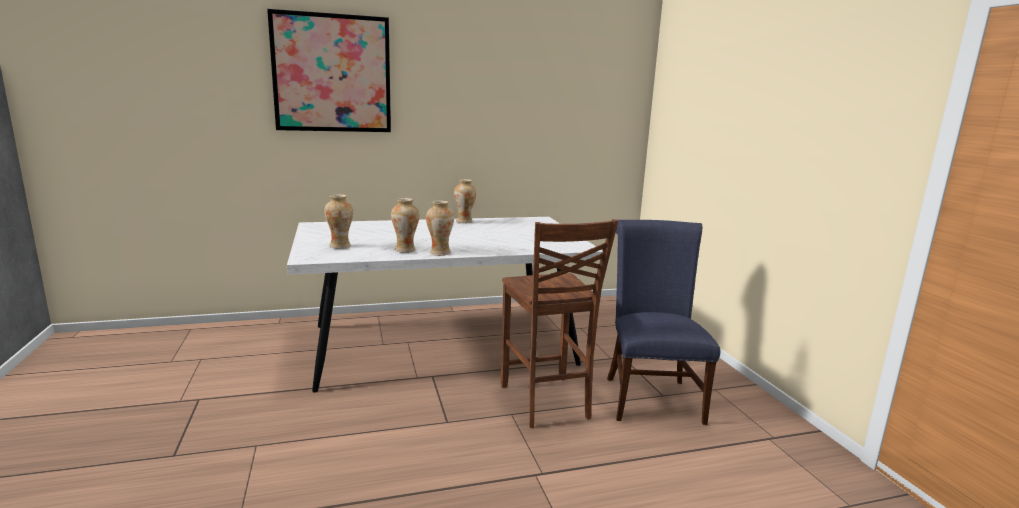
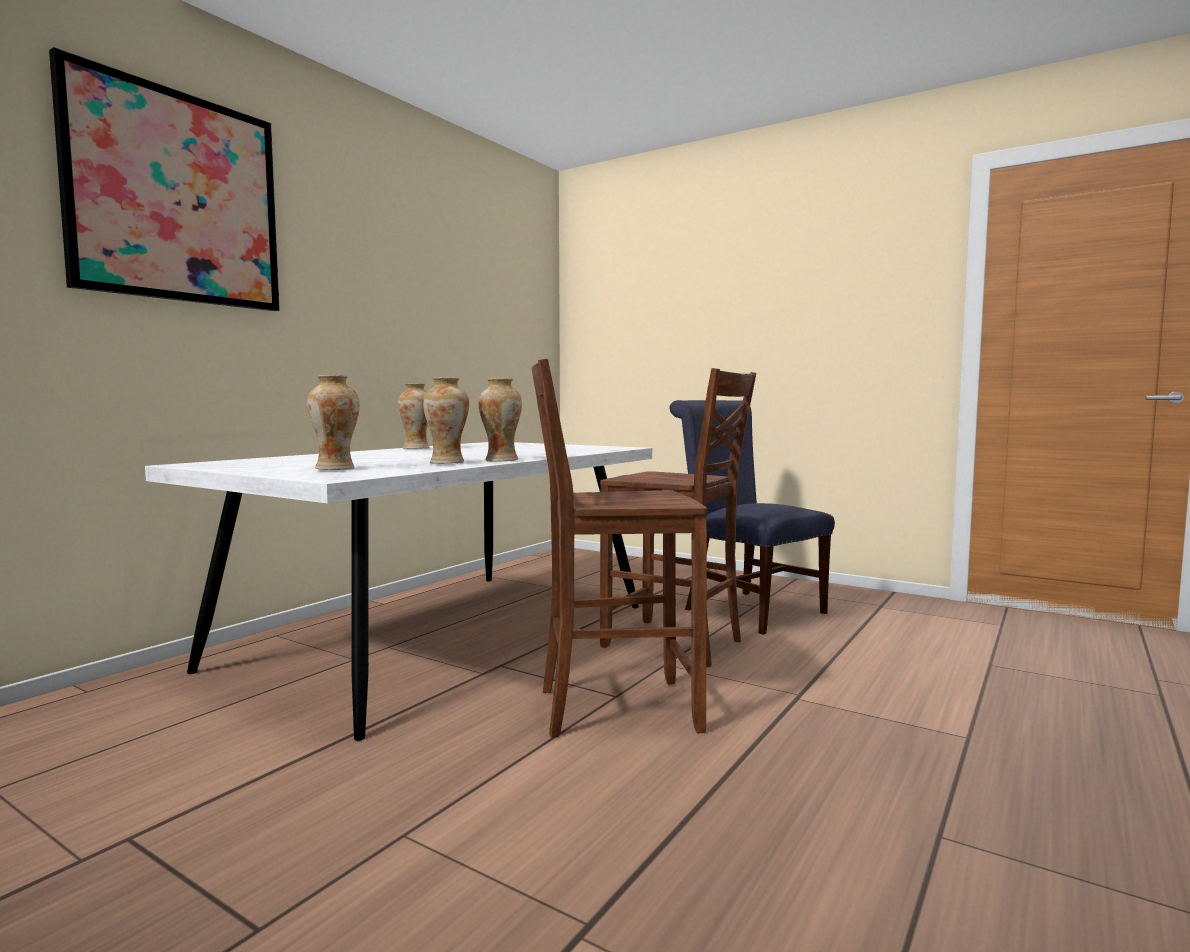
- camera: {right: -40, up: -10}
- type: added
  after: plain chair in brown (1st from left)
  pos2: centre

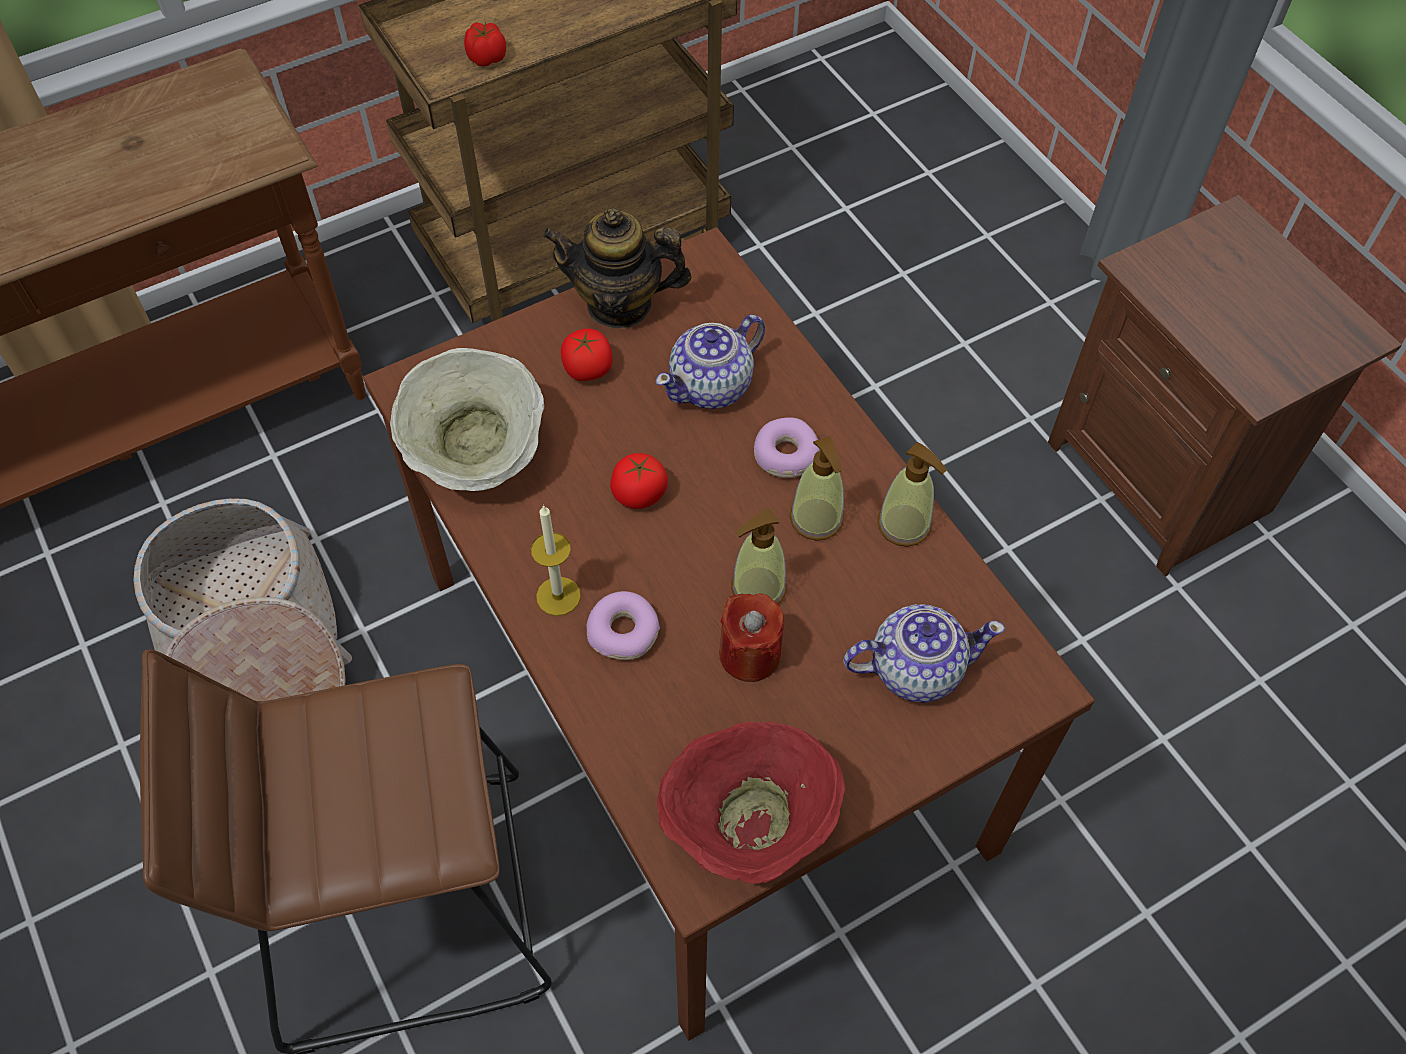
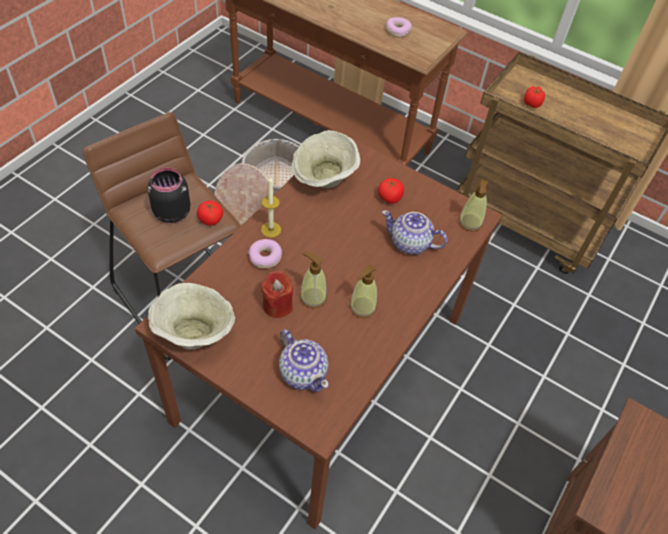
- camera: {right: 60, up: -5}
- type: removed
  before: pot for tea (1st from left)
  pos1: top centre
- type: moved
  before: fresh tomato (3rd from left in the first image)
  after: fresh tomato (1st from left)
  pos1: centre
  pos2: middle left
- type: recoloured
  before: bowl in red
  after: bowl in beige (1st from left)
  pos1: bottom centre
  pos2: middle left
- type: moved
  before: ring doughnut (2nd from left)
  pos1: centre
  pos2: top centre
- type: moved
  before: liquid soap bottle (3rd from left)
  pos1: centre
  pos2: middle right
- type: added
  after: storage jar in black
  pos2: middle left

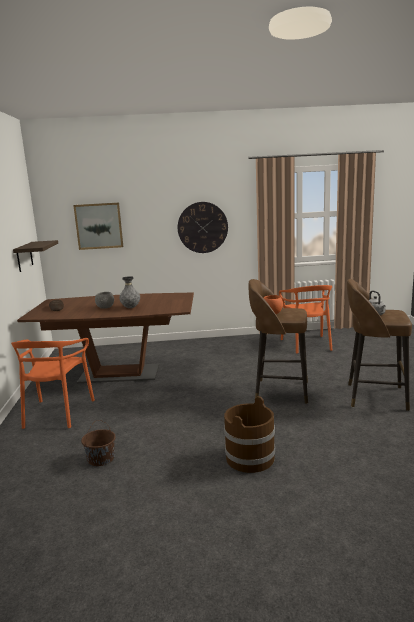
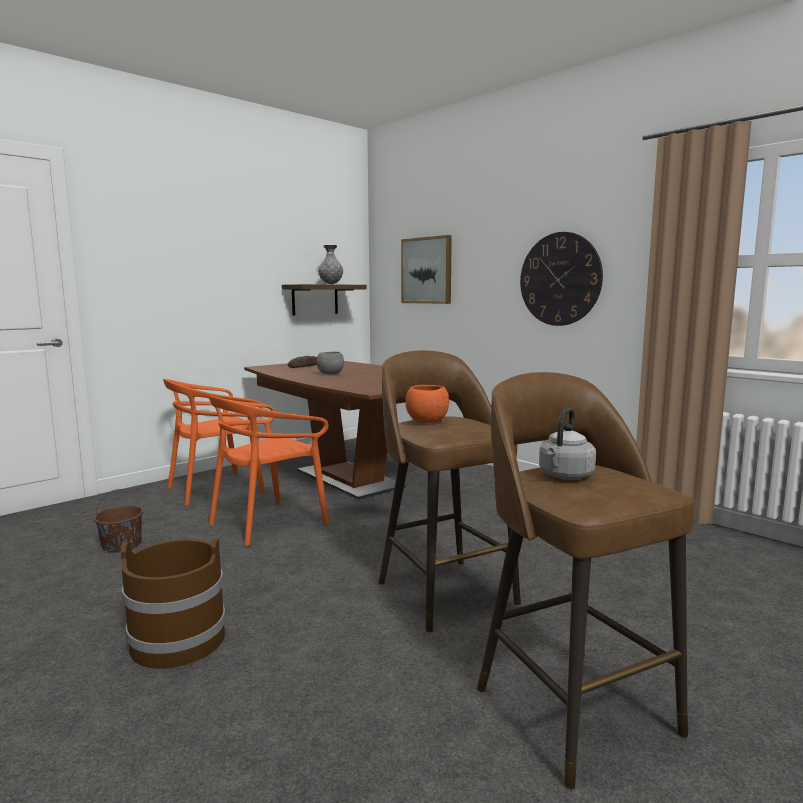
- camera: {right: 50, up: -5}
- type: moved
  before: flower vase in grey
  pos1: middle left
  pos2: top centre
- type: moved
  before: plain chair in orange (2nd from left)
  pos1: middle right
  pos2: centre

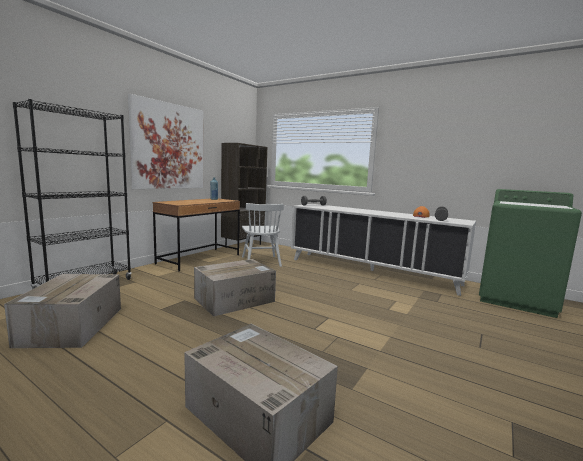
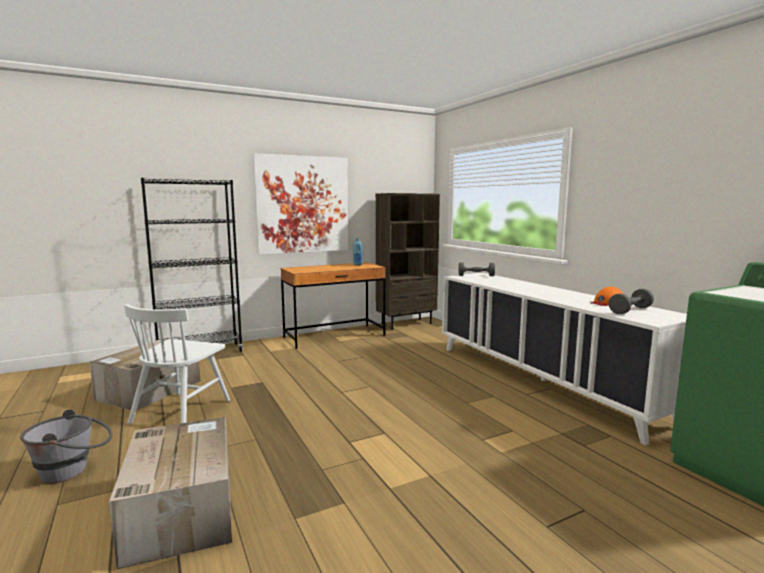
- camera: {right: 30, up: 0}
- type: removed
  before: carton (2nd from left)
  pos1: centre
- type: moved
  before: plain chair in white-coloured
  pos1: centre
  pos2: middle left
- type: added
  after: bucket in grey
  pos2: bottom left

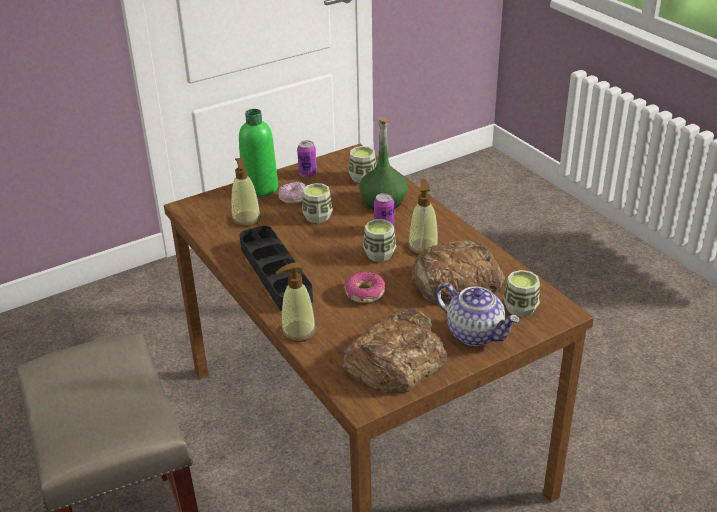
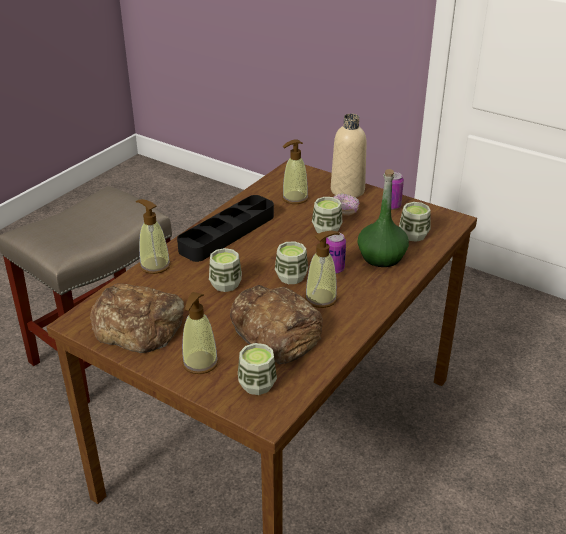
- camera: {right: 65, up: 0}
- type: recoloured
  before: bottle in green (1st from left)
  after: bottle in beige
  pos1: top centre
  pos2: top centre
- type: replaced
  before: ring doughnut (2nd from left)
  after: cup (1st from left)
  pos1: centre
  pos2: centre
- type: replaced
  before: pot for tea
  after: liquid soap bottle (2nd from left)
  pos1: middle right
  pos2: centre

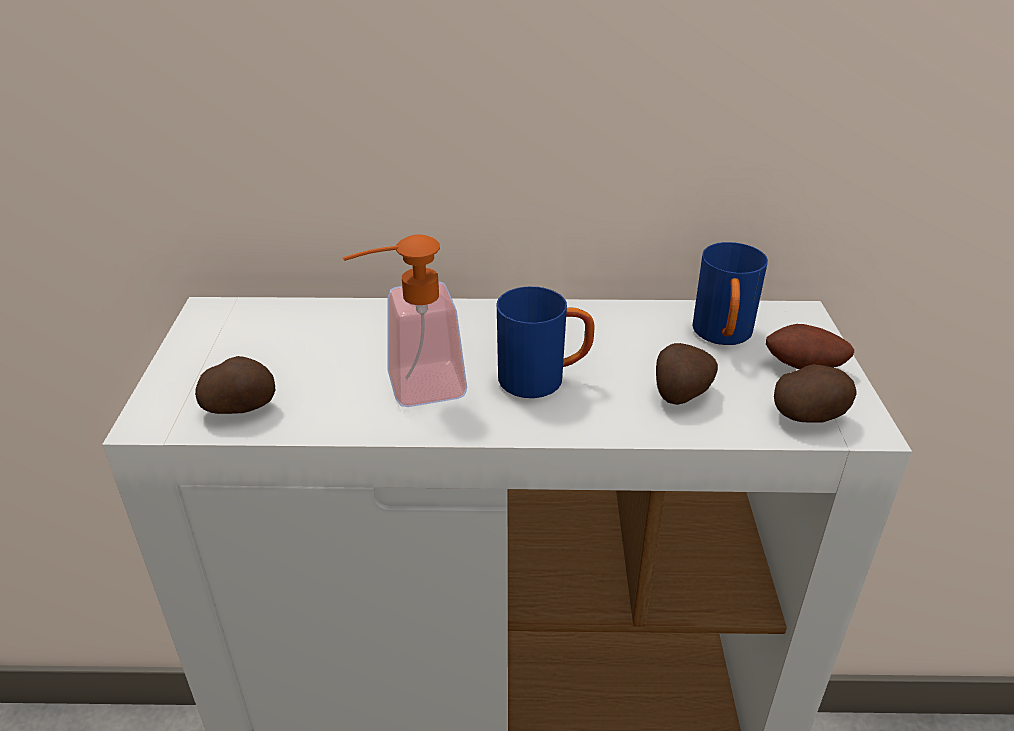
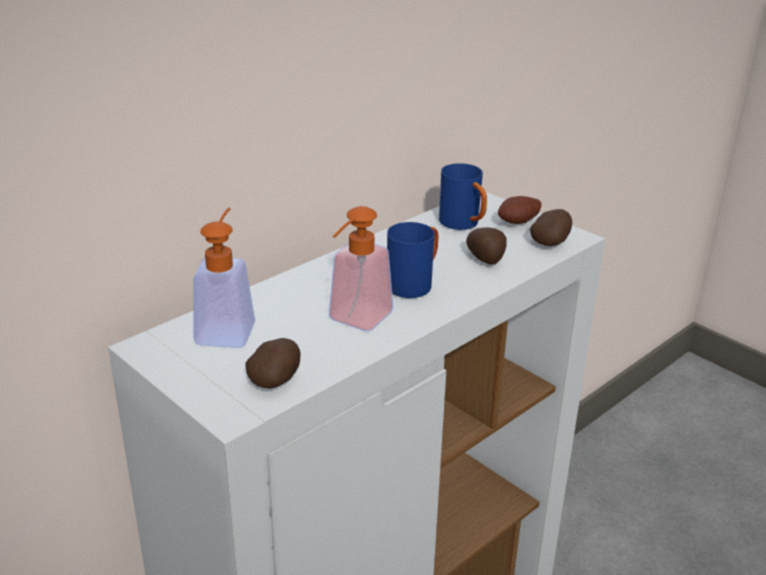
- camera: {right: -45, up: -5}
- type: added
  after: liquid soap bottle (1st from left)
  pos2: middle left

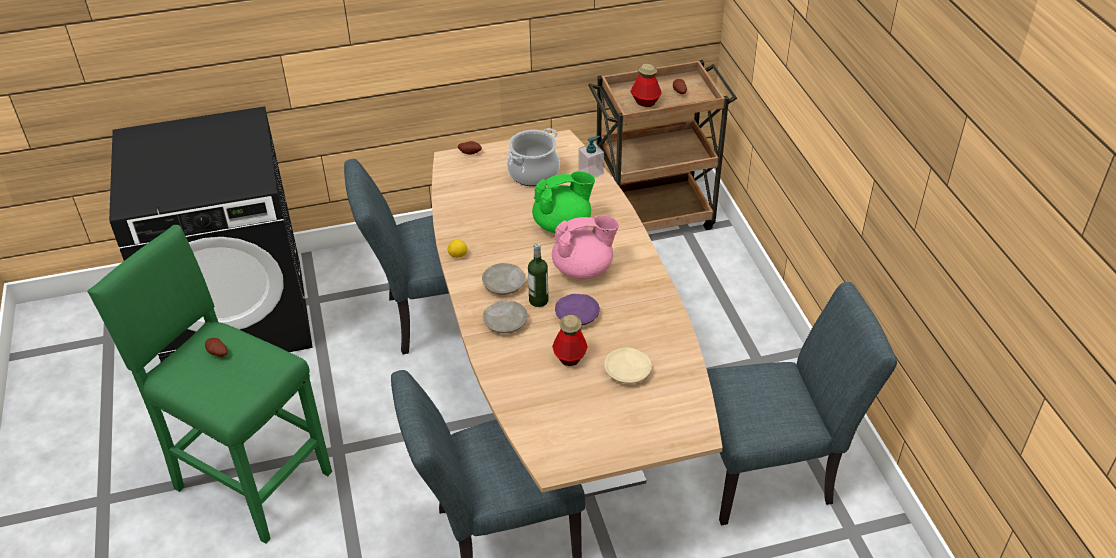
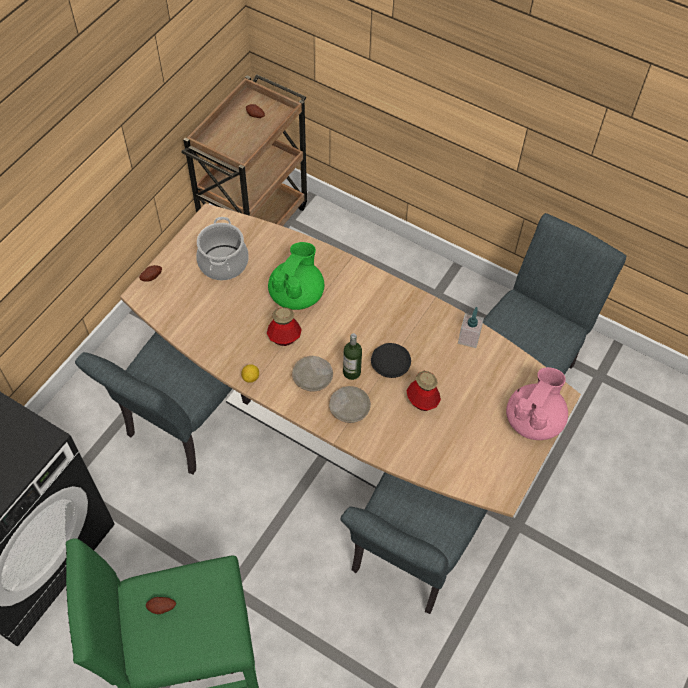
- camera: {right: -45, up: 15}
- type: moved
  before: pot for tea in pinkish
  pos1: centre
  pos2: middle right
- type: recoloured
  before: flat dish in purple
  after: flat dish in black
  pos1: centre
  pos2: centre
- type: moved
  before: liquid soap bottle
  pos1: top centre
  pos2: middle right
- type: removed
  before: flat dish in beige (3rd from left)
  pos1: centre
- type: moved
  before: bottle (3rd from left in the first image)
  after: bottle (1st from left)
  pos1: top centre
  pos2: centre

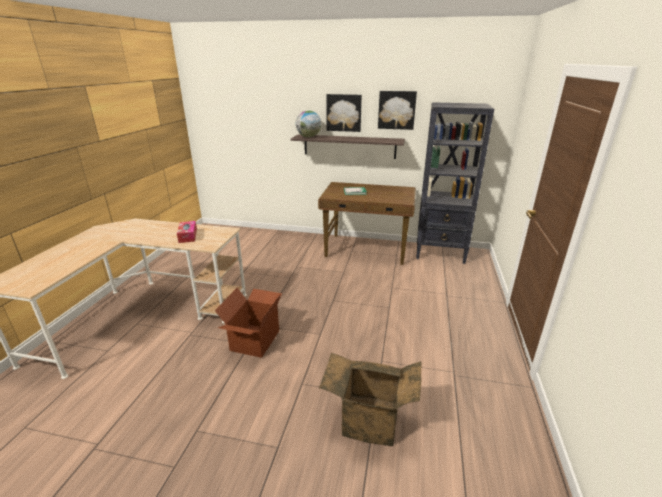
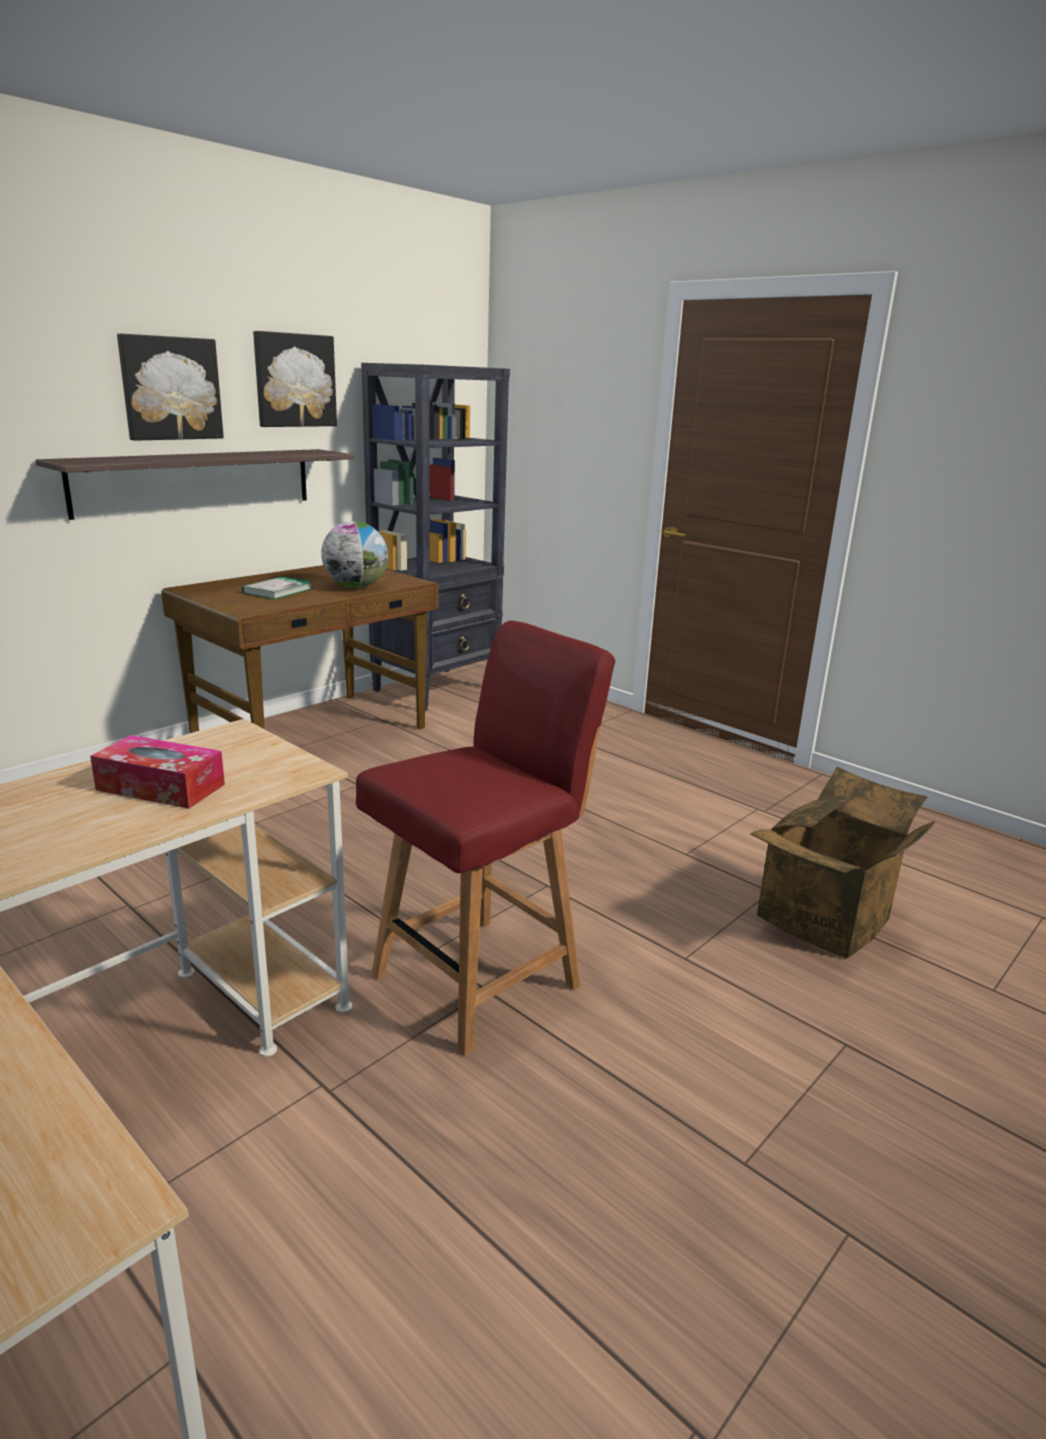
- camera: {right: -60, up: -5}
- type: replaced
  before: carton (1st from left)
  after: plain chair in red
  pos1: centre
  pos2: centre
- type: moved
  before: world globe
  pos1: top centre
  pos2: centre

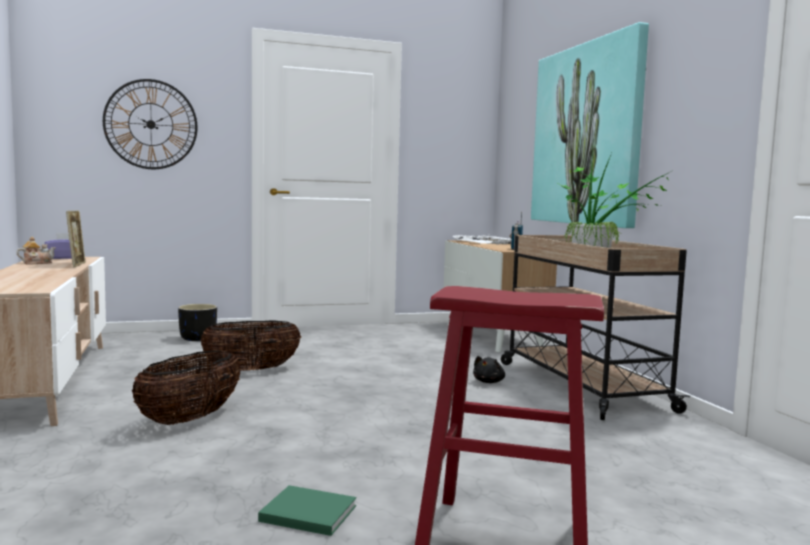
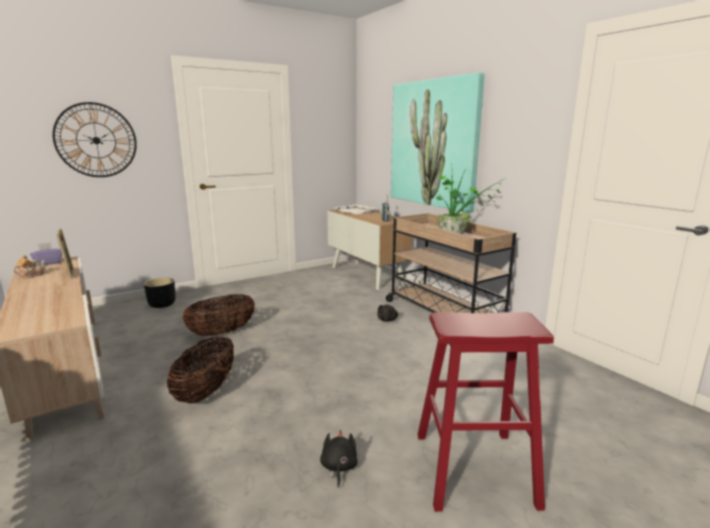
- camera: {right: -15, up: 10}
- type: replaced
  before: bound book in green
  after: cuddly toy in black (1st from left)
  pos1: bottom centre
  pos2: bottom centre

